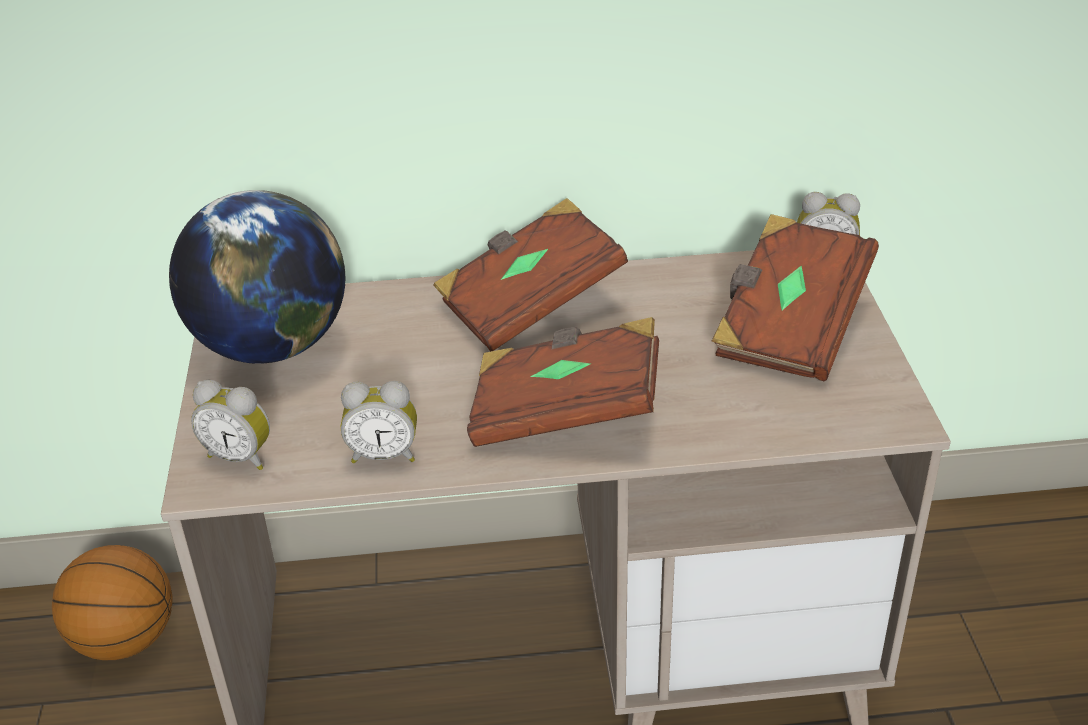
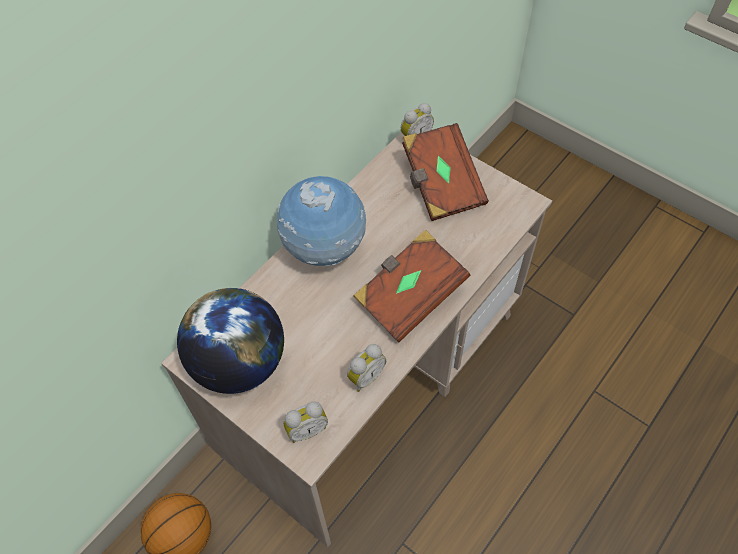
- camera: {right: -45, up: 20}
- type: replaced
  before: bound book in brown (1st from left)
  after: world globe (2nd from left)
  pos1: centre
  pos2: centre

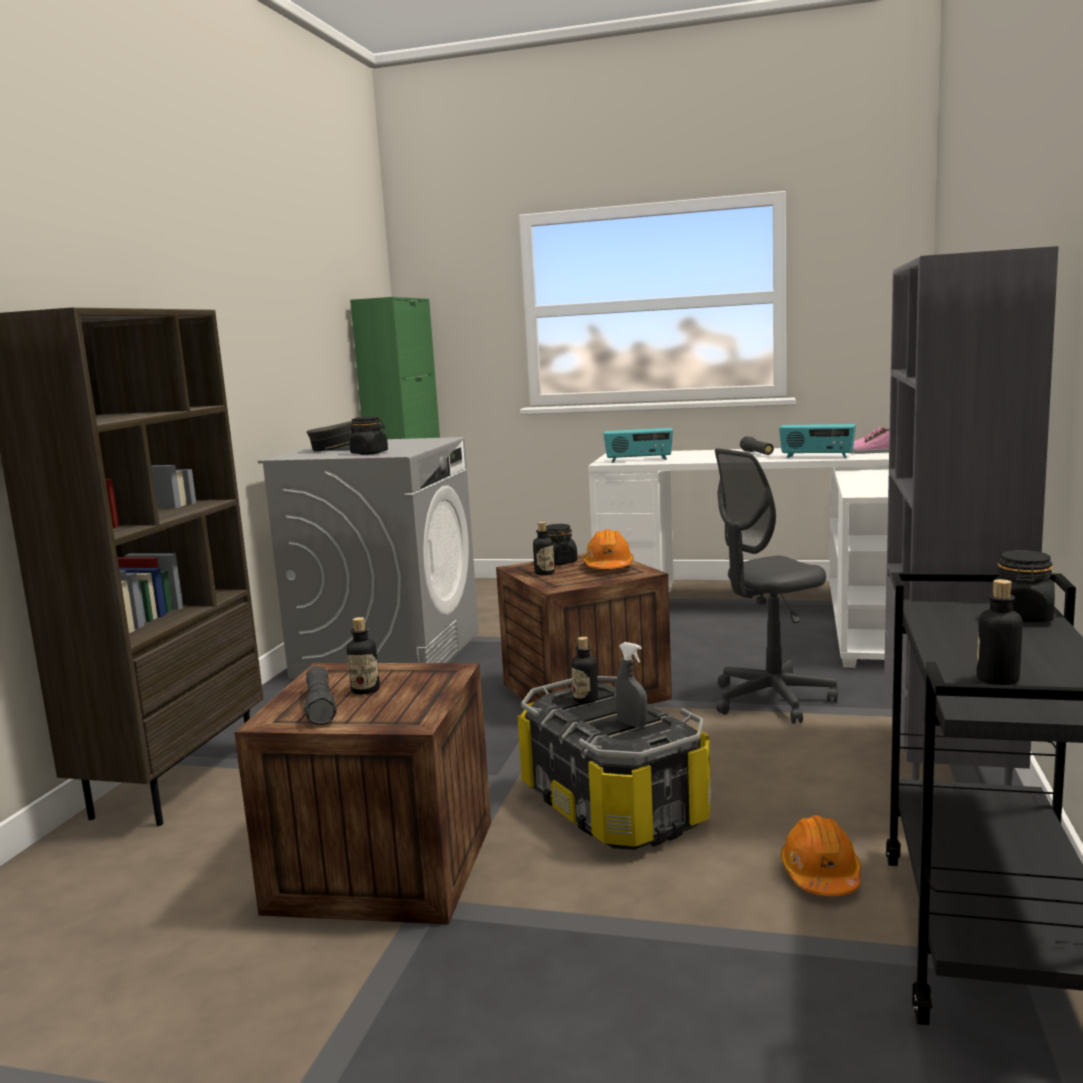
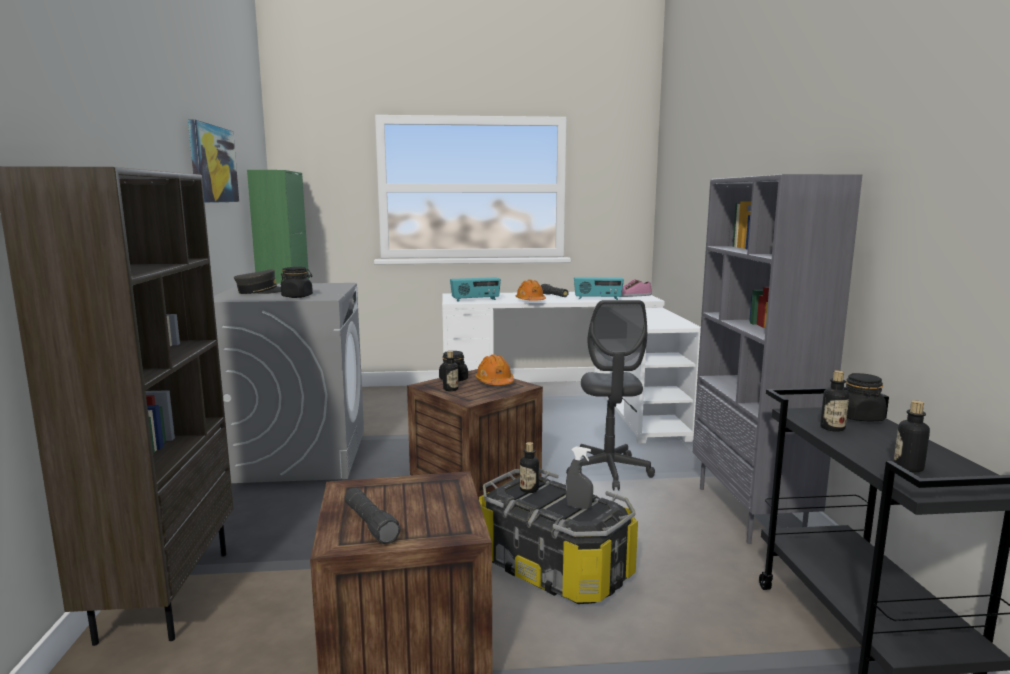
- camera: {right: -20, up: 0}
- type: moved
  before: bottle (1st from left in the first image)
  after: bottle (3rd from left)
  pos1: centre
  pos2: middle right
- type: turned
  before: computer chair in grey
  pos1: middle right
  pos2: centre
  turn: -45
- type: moved
  before: hard hat in orange (2nd from left)
  pos1: bottom right
  pos2: centre
- type: added
  after: wall picture
  pos2: top left

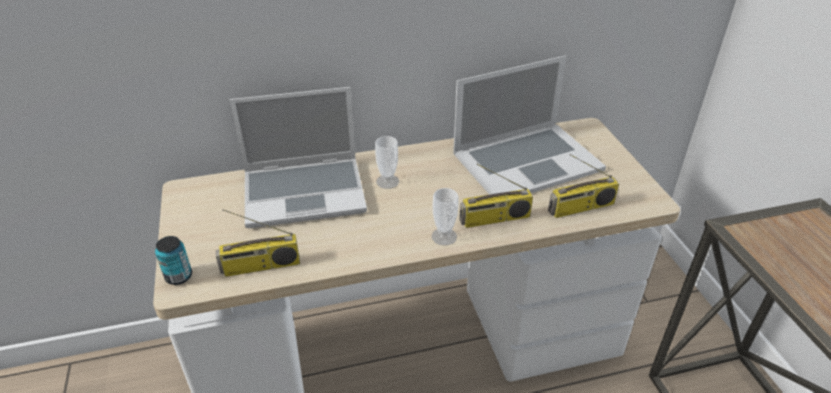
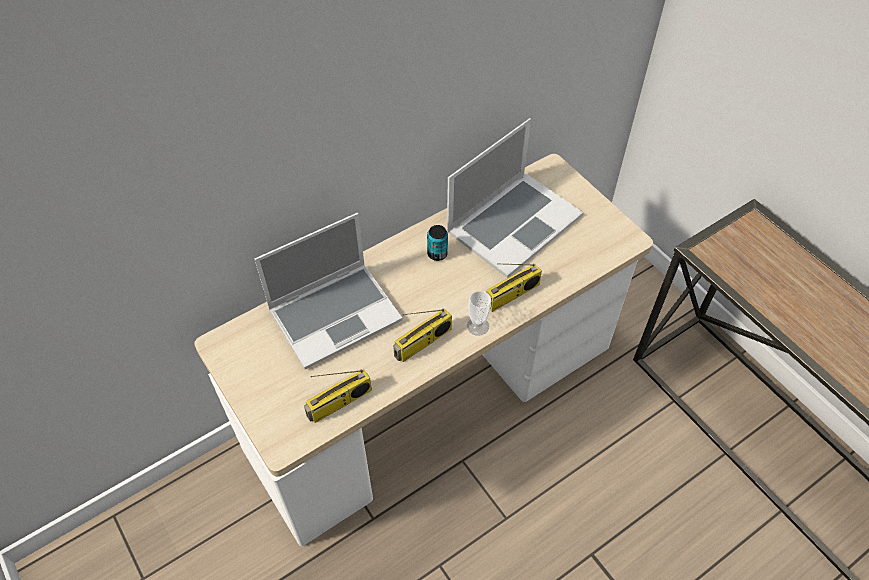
- camera: {right: -20, up: 15}
- type: moved
  before: can
  pos1: middle left
  pos2: centre
- type: removed
  before: cup (1st from left)
  pos1: centre
- type: moved
  before: radio set (3rd from left in the first image)
  after: radio set (2nd from left)
  pos1: middle right
  pos2: centre

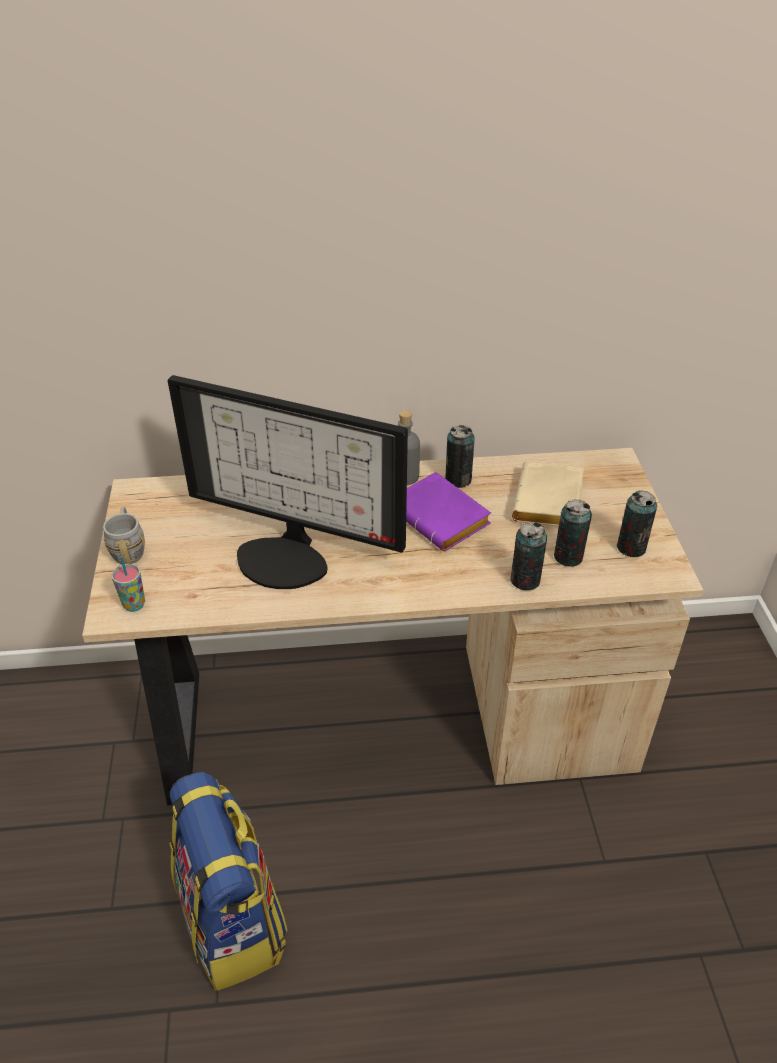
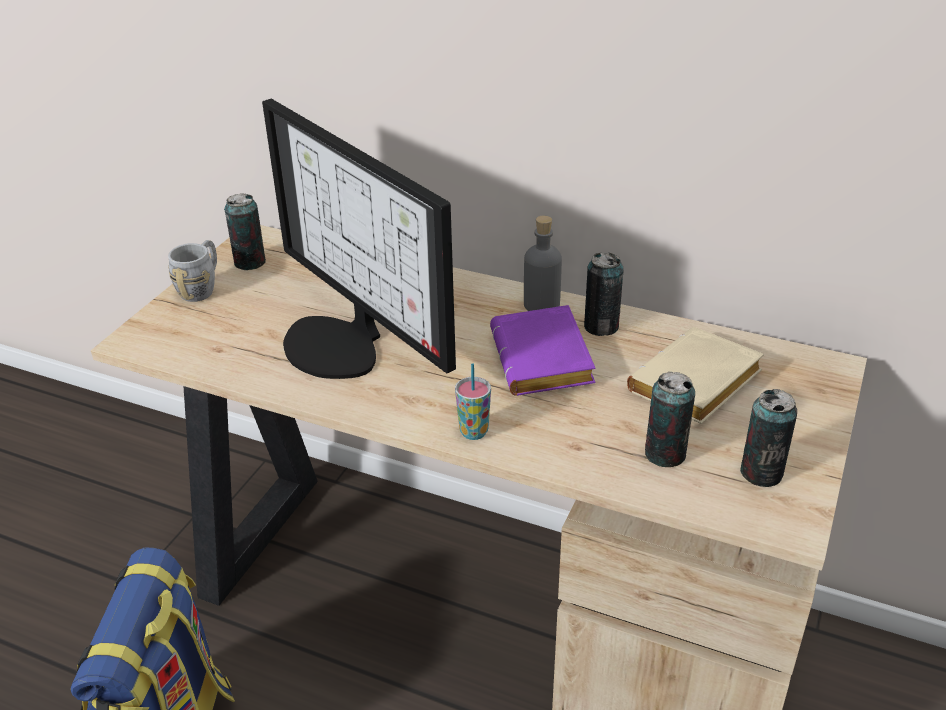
- camera: {right: 30, up: -5}
- type: moved
  before: cup
  pos1: middle left
  pos2: centre
- type: moved
  before: can (2nd from left in the first image)
  after: can (1st from left)
  pos1: middle right
  pos2: top left

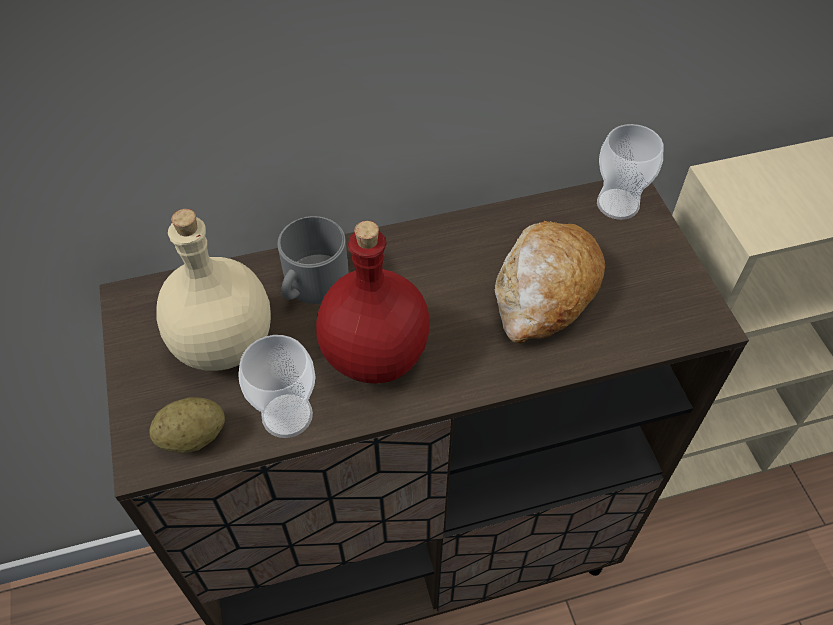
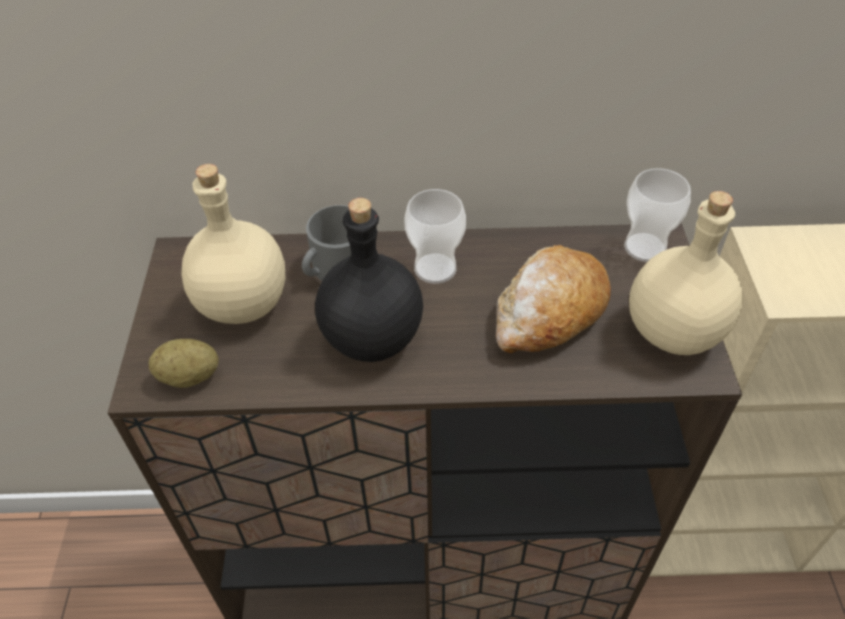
- camera: {right: 15, up: -5}
- type: moved
  before: cup (1st from left)
  pos1: middle left
  pos2: centre
- type: recoloured
  before: bottle in red
  after: bottle in black
  pos1: centre
  pos2: centre
- type: added
  after: bottle in beige (2nd from left)
  pos2: middle right

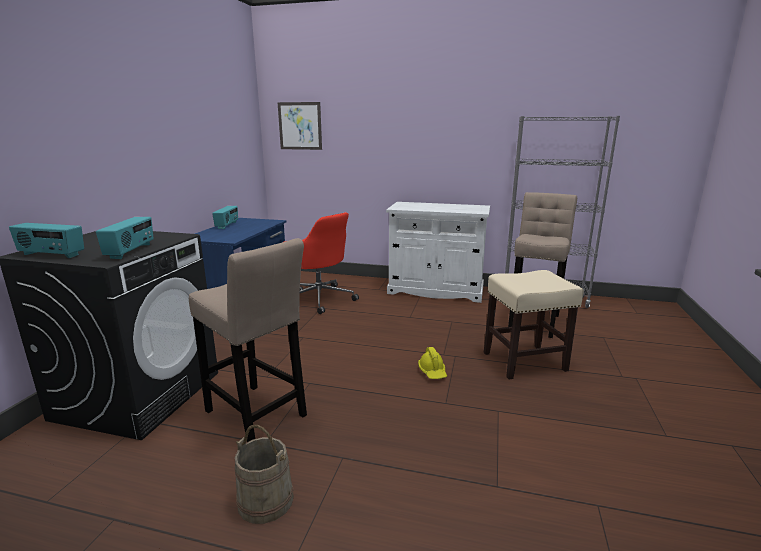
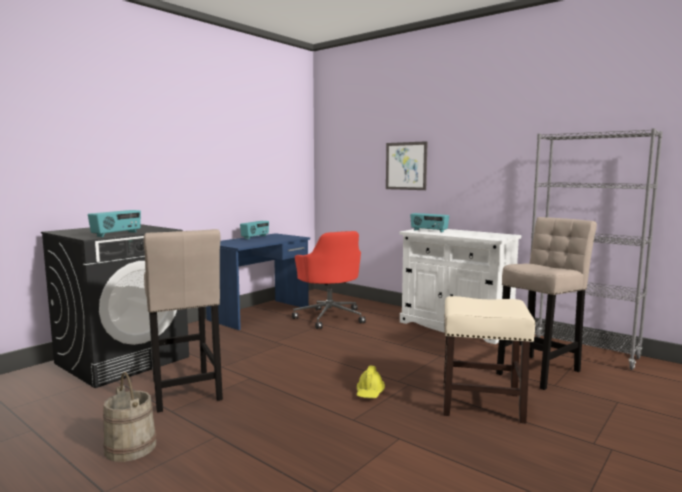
- camera: {right: 25, up: -10}
- type: moved
  before: radio set (1st from left in the first image)
  after: radio set (3rd from left)
  pos1: middle left
  pos2: centre
- type: moved
  before: wall picture
  pos1: top centre
  pos2: centre

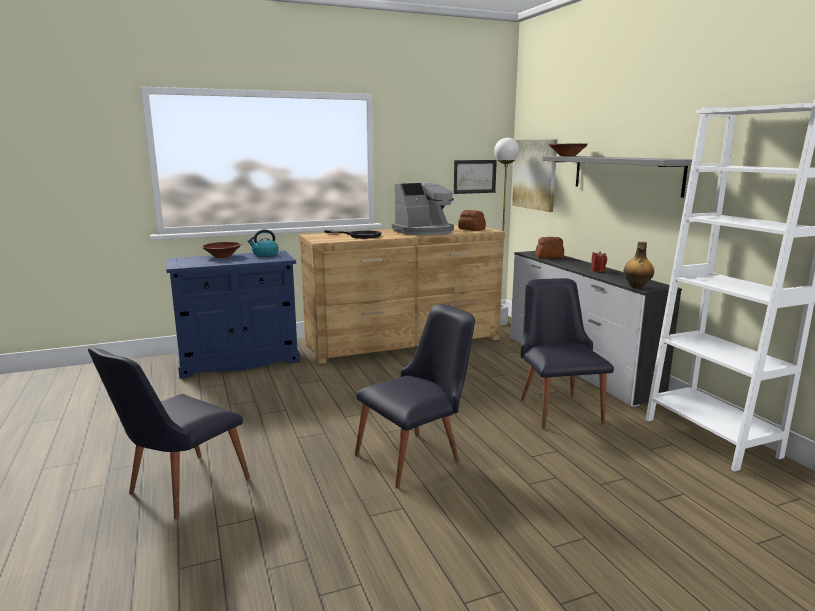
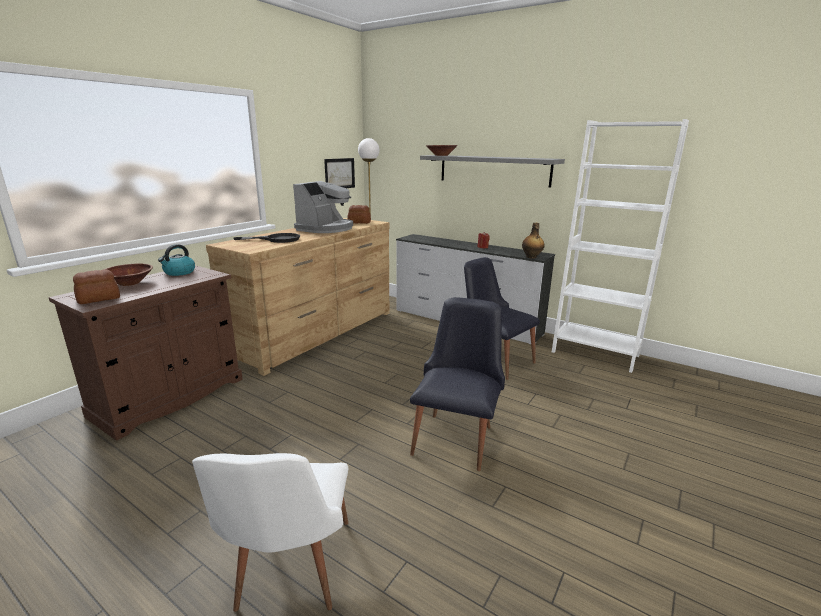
- camera: {right: -35, up: 5}
- type: recoloured
  before: plain chair in black (1st from left)
  after: plain chair in white-coloured
  pos1: bottom left
  pos2: bottom left
- type: recoloured
  before: cabinet in blue-coloured
  after: cabinet in brown
  pos1: middle left
  pos2: middle left
- type: removed
  before: wall picture (2nd from left)
  pos1: top centre
- type: moved
  before: bread (2nd from left in the first image)
  after: bread (1st from left)
  pos1: middle right
  pos2: middle left

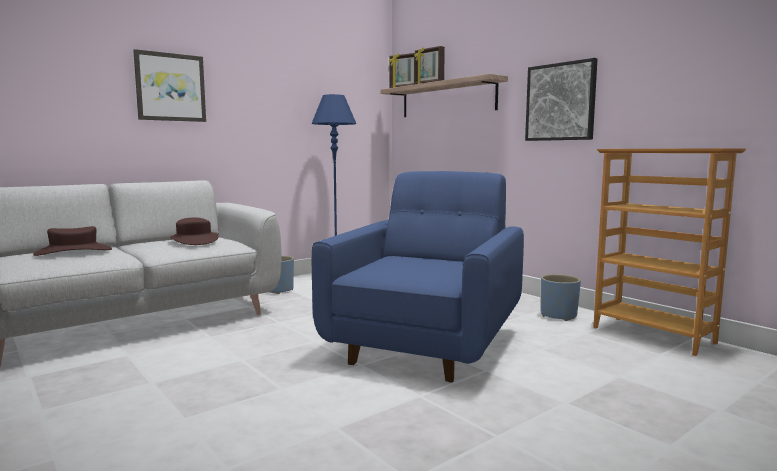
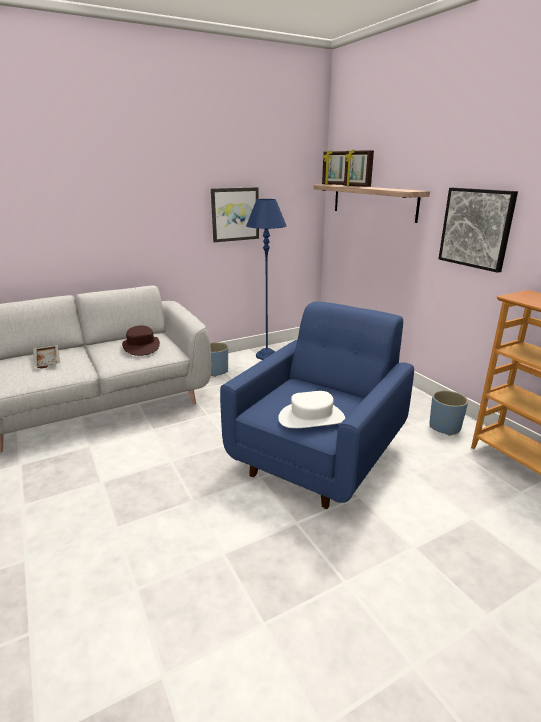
- camera: {right: 10, up: 15}
- type: replaced
  before: clothing hat in brown (1st from left)
  after: carrying tray in grey
  pos1: middle left
  pos2: middle left
- type: moved
  before: wall picture (1st from left)
  pos1: top left
  pos2: top centre
- type: added
  after: clothing hat in white-coloured
  pos2: centre

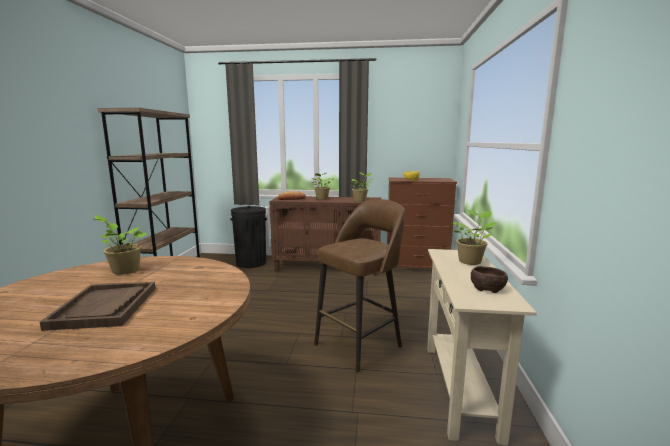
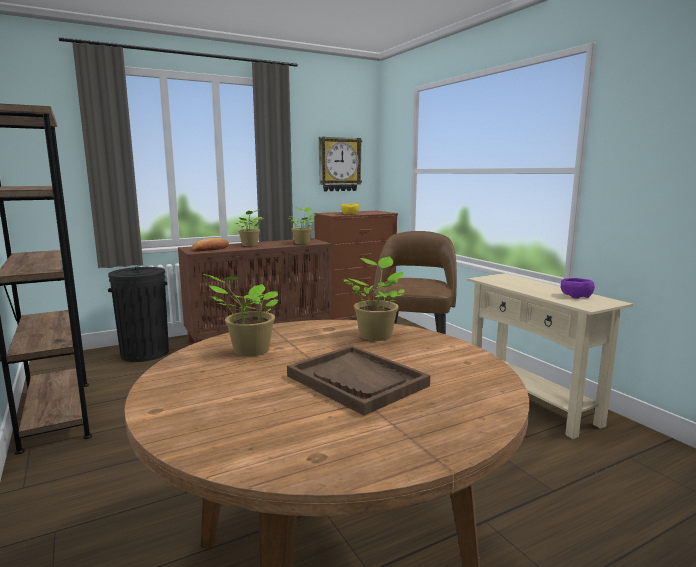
- camera: {right: -35, up: 0}
- type: moved
  before: plant in a pot (4th from left)
  pos1: middle right
  pos2: centre
- type: recoloured
  before: bowl in brown
  after: bowl in purple
  pos1: middle right
  pos2: middle right
- type: added
  after: clock on the wall
  pos2: top centre

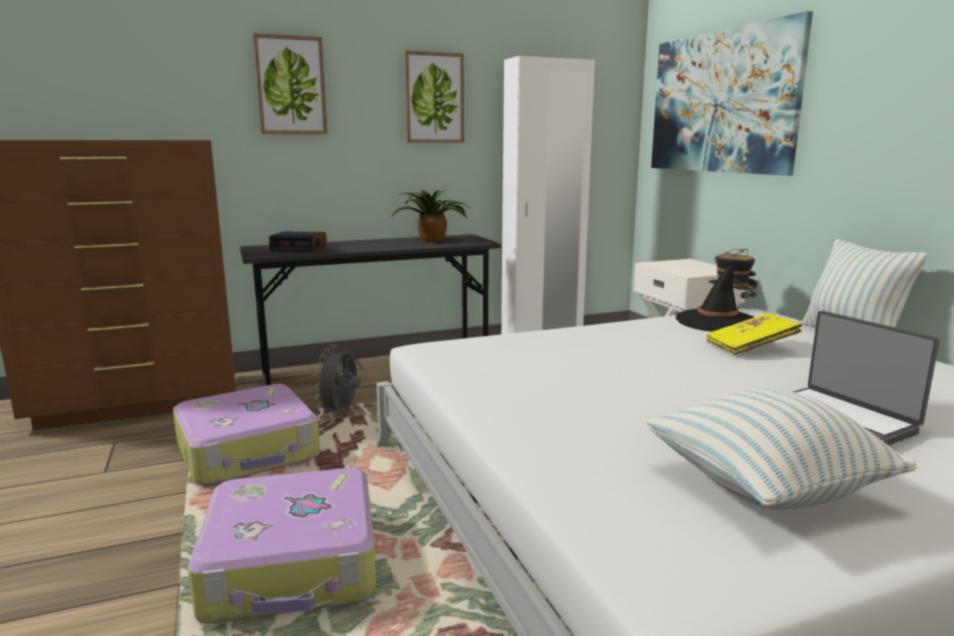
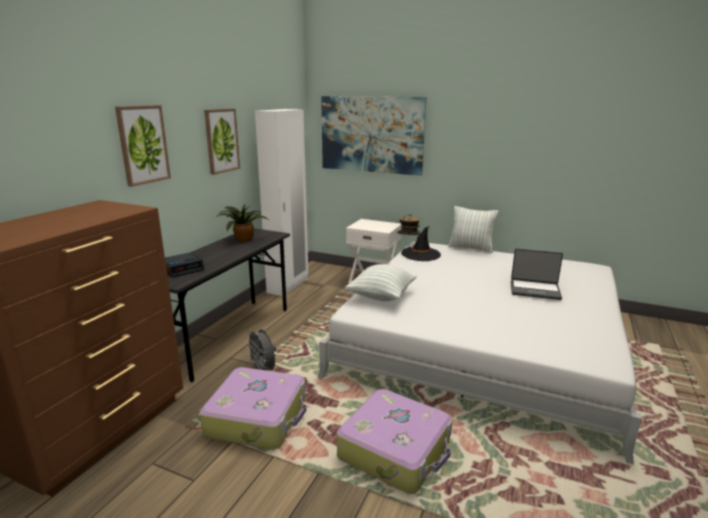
- camera: {right: -45, up: 5}
- type: moved
  before: cushion (1st from left)
  pos1: bottom right
  pos2: centre
- type: removed
  before: bound book in yellow
  pos1: middle right

